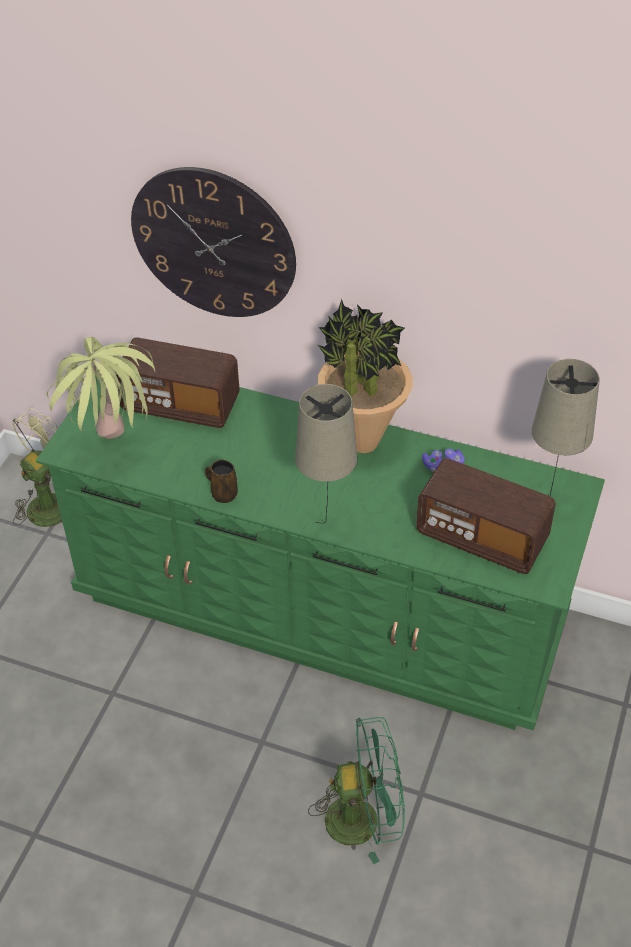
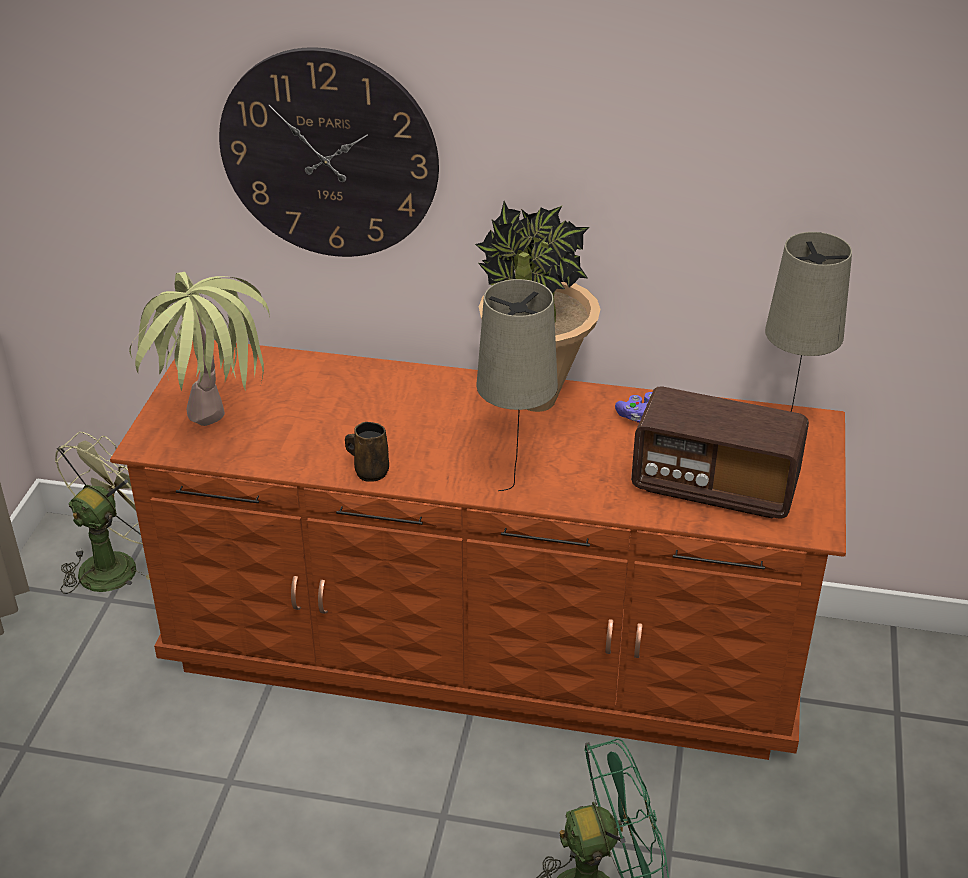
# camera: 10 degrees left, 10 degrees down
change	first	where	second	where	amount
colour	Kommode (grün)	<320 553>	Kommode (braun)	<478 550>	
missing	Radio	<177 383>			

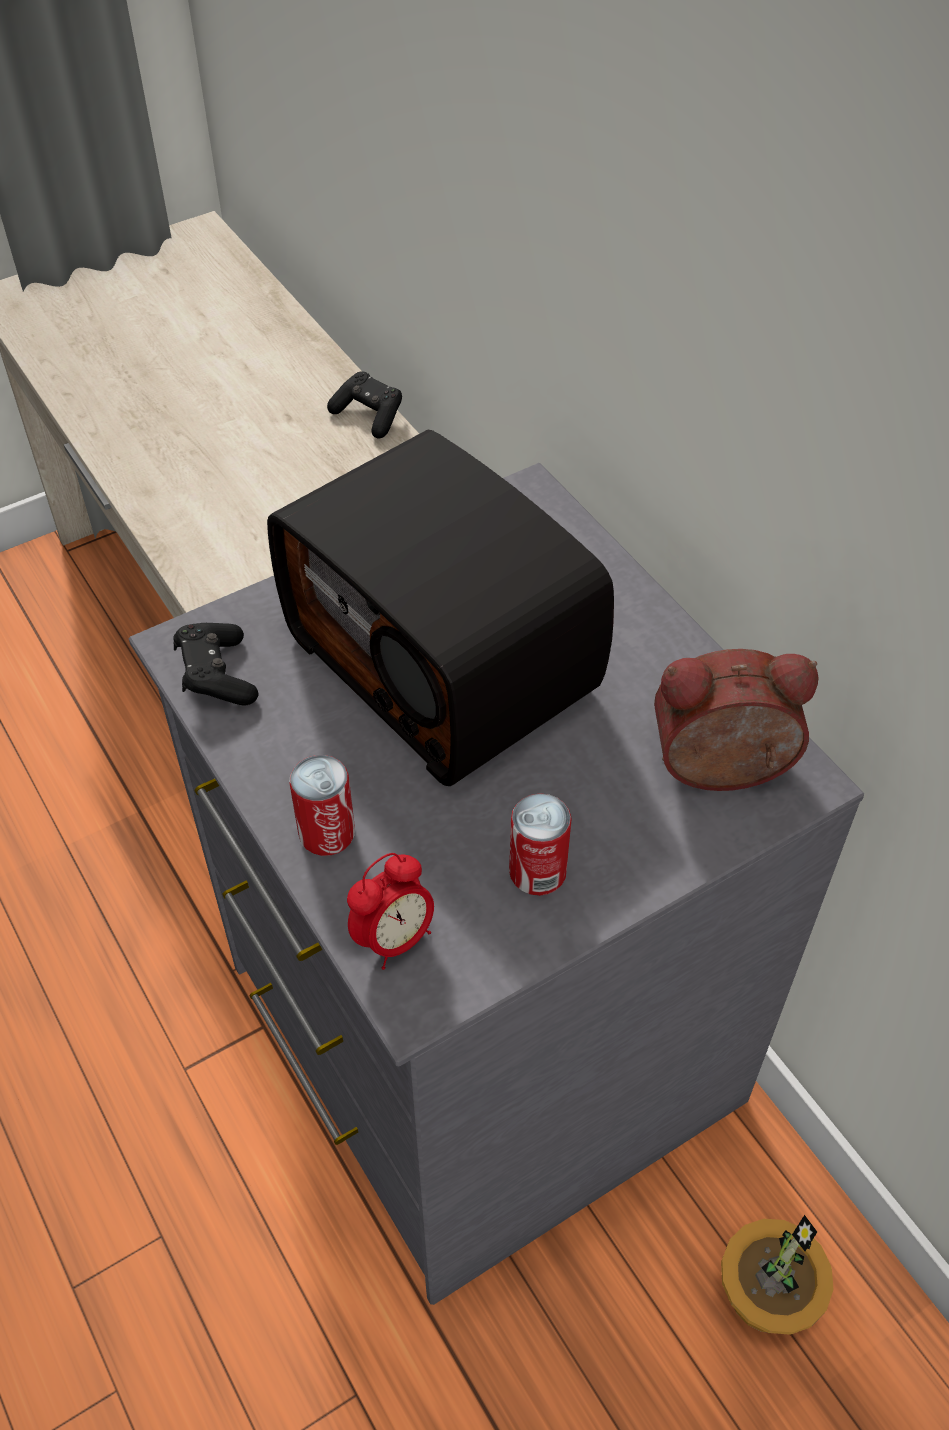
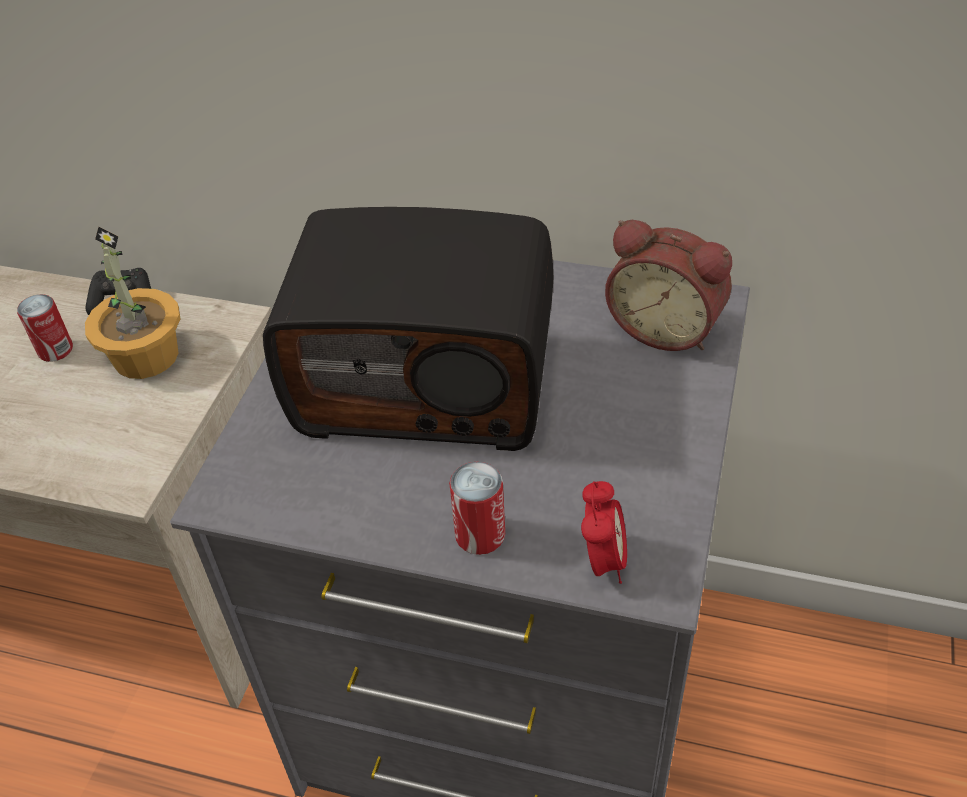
# camera: 40 degrees left, 5 degrees down
change	first	where	second	where	amount
missing	Gamepad (schwarz)	<215 664>			
relocated	Dose	<540 844>		<45 328>	
spun	Wecker	<736 720>		<668 285>	105 degrees counterclockwise
relocated	Topfpflanze	<777 1275>		<133 303>	

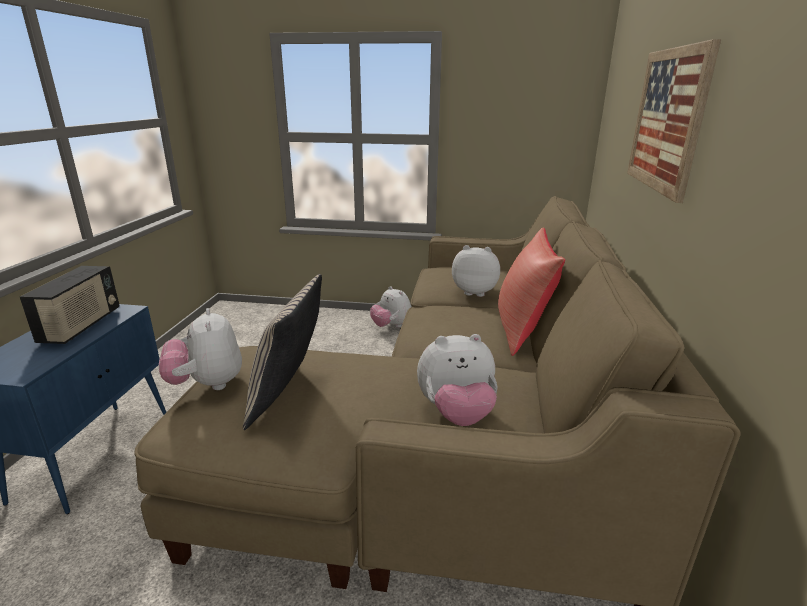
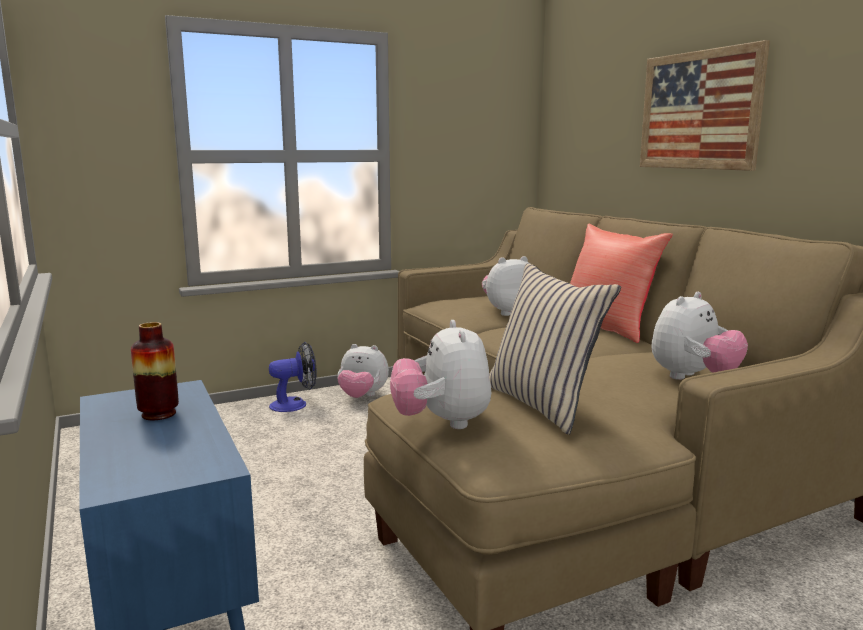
# camera: 35 degrees left, 10 degrees down
change	first	where	second	where	amount
exchanged	Radio	<69 305>	Vase	<155 371>	
spun	Plüschtier	<200 349>		<440 374>	45 degrees clockwise
appeared			Ventilator	<293 377>	

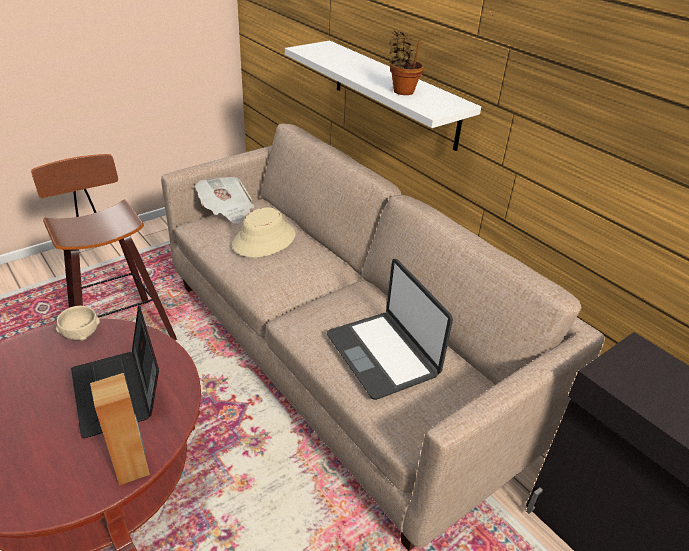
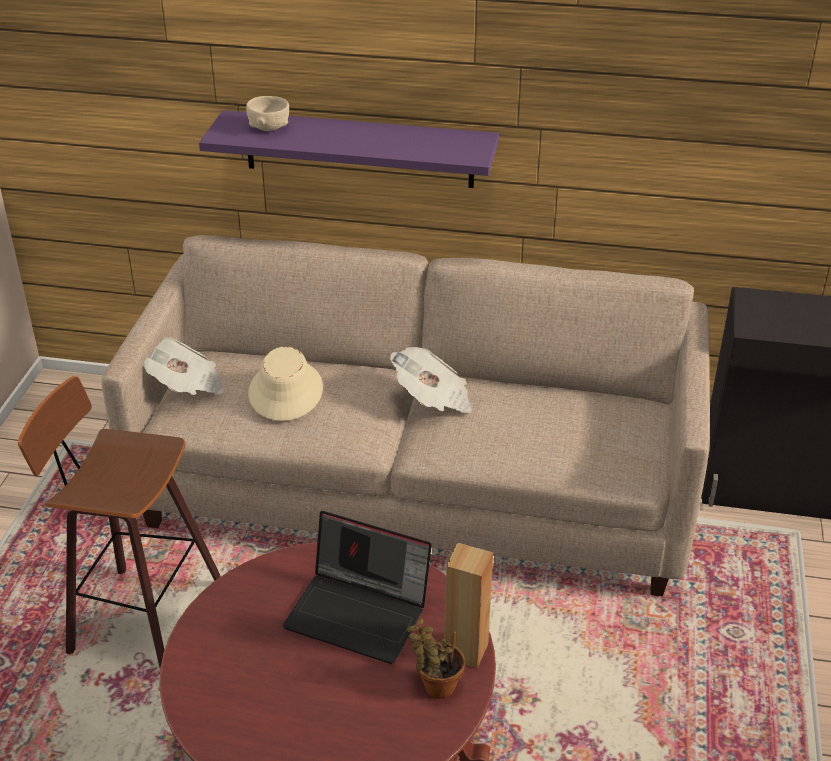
# camera: 40 degrees left, 0 degrees up
change	first	where	second	where	amount
relocated	Schüssel (beige)	<78 323>		<267 113>	
colour	Wandregal (weiß)	<383 96>	Wandregal (lila)	<349 149>	
missing	Laptop	<390 329>			
relocated	Topfpflanze	<406 62>		<436 658>	
appeared			Zeitung	<431 380>	

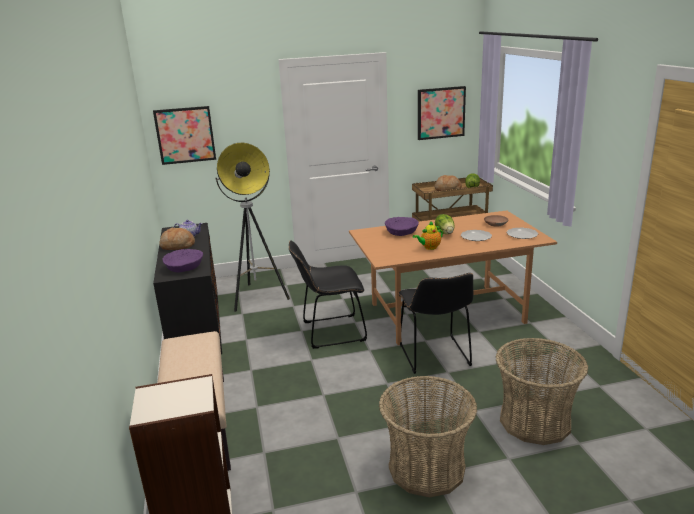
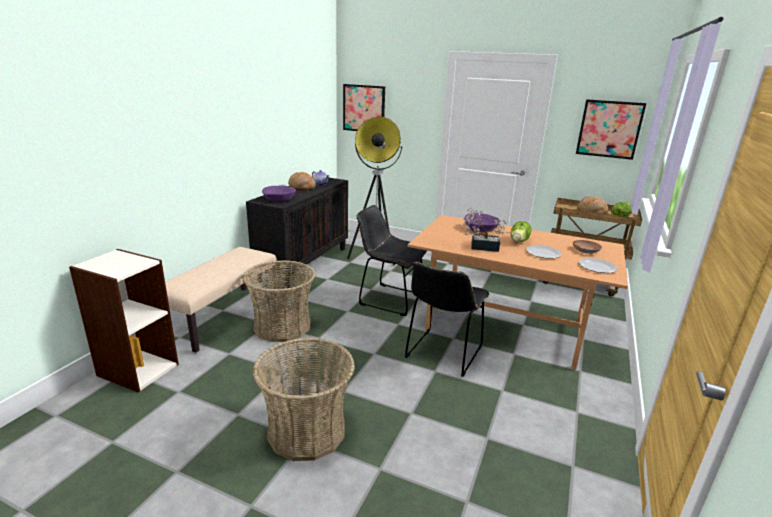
# camera: 35 degrees right, 0 degrees up
change	first	where	second	where	amount
exchanged	Teekanne	<428 235>	Topfpflanze	<485 229>	
relocated	Korb	<541 391>		<279 301>	

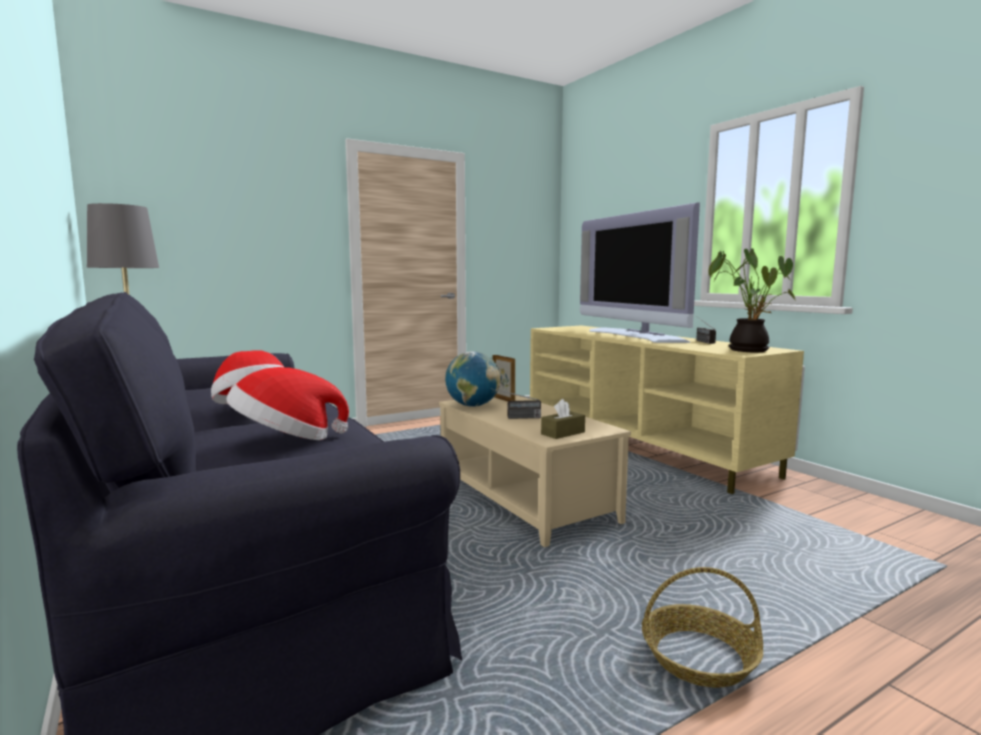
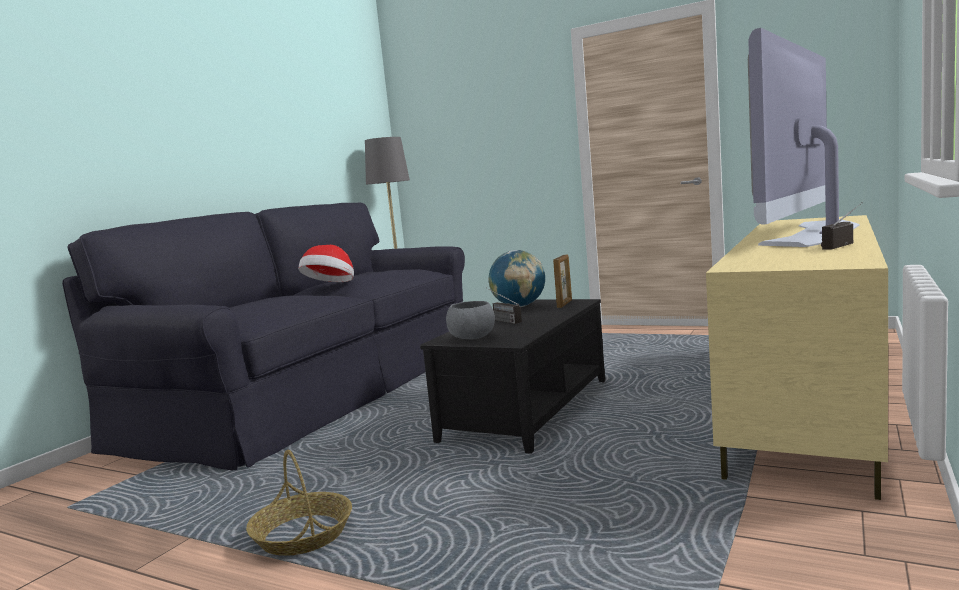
# camera: 60 degrees right, 0 degrees up
change	first	where	second	where	amount
missing	Hut	<287 403>			
colour	Couchtisch (beige)	<535 471>	Couchtisch (schwarz)	<512 376>	
exchanged	Taschentuchbox (braun)	<563 419>	Schüssel (grau)	<470 320>	
missing	Topfpflanze	<752 300>			

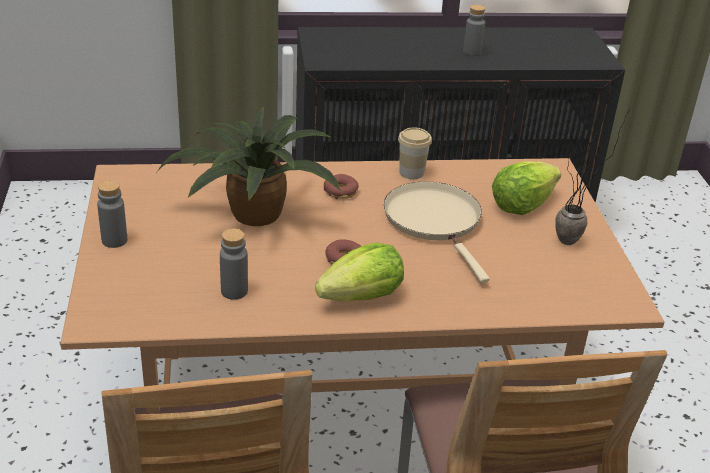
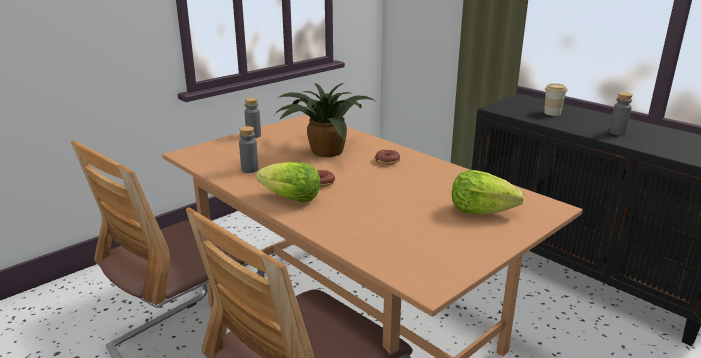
# camera: 55 degrees right, 10 degrees down
change	first	where	second	where	amount
missing	Pfanne (beige)	<437 232>			
relocated	Tasse	<415 153>		<555 99>	
missing	Topfpflanze	<592 158>			

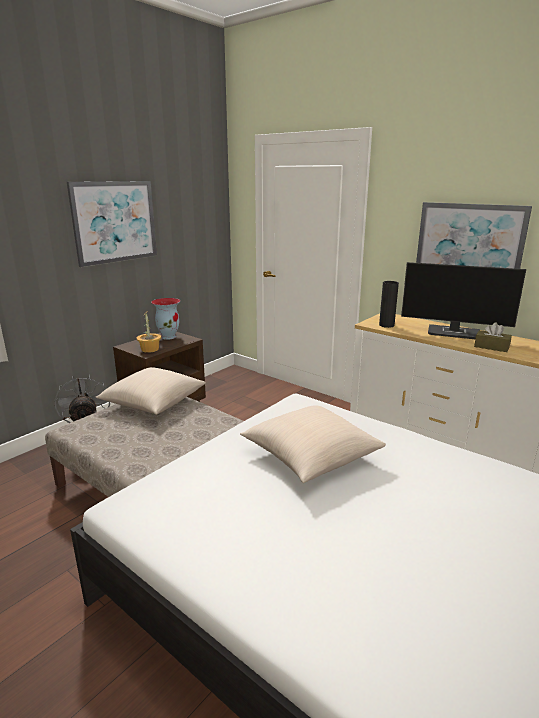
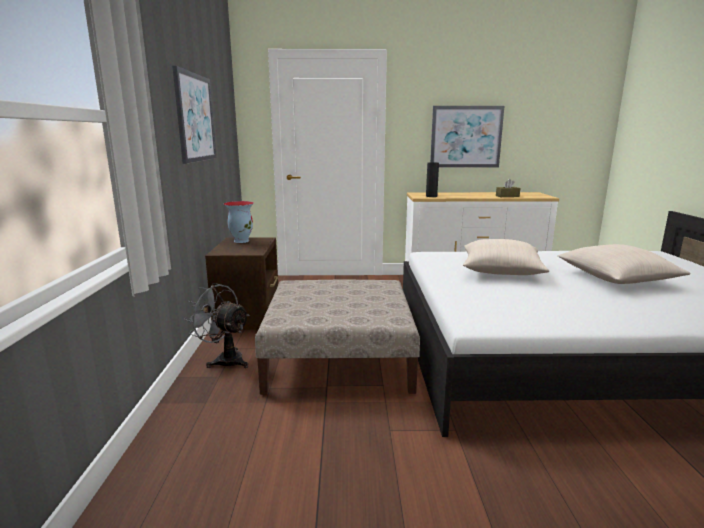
# camera: 40 degrees left, 5 degrees down
change	first	where	second	where	amount
relocated	Kissen (beige)	<151 391>		<624 264>	
missing	Topfpflanze	<149 332>			
missing	Monitor	<463 300>			

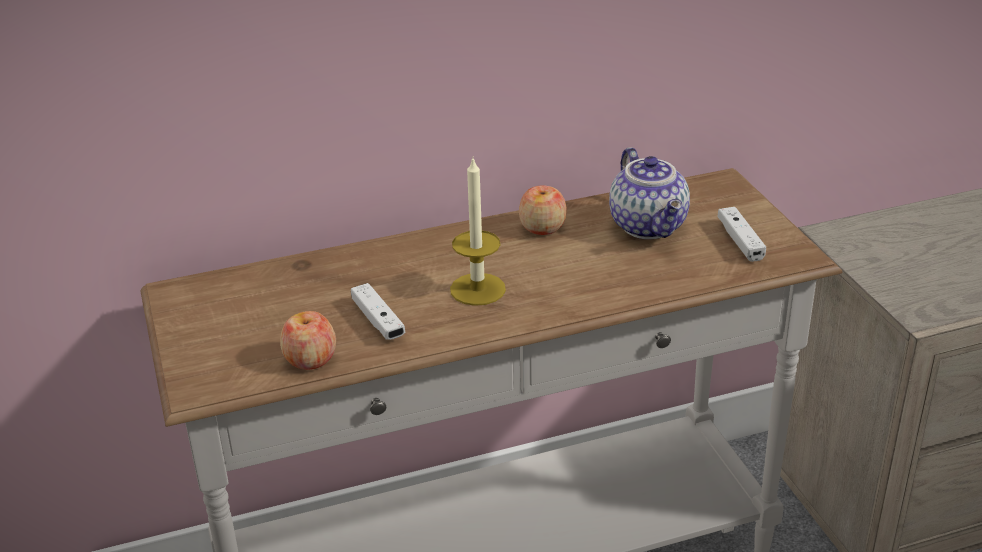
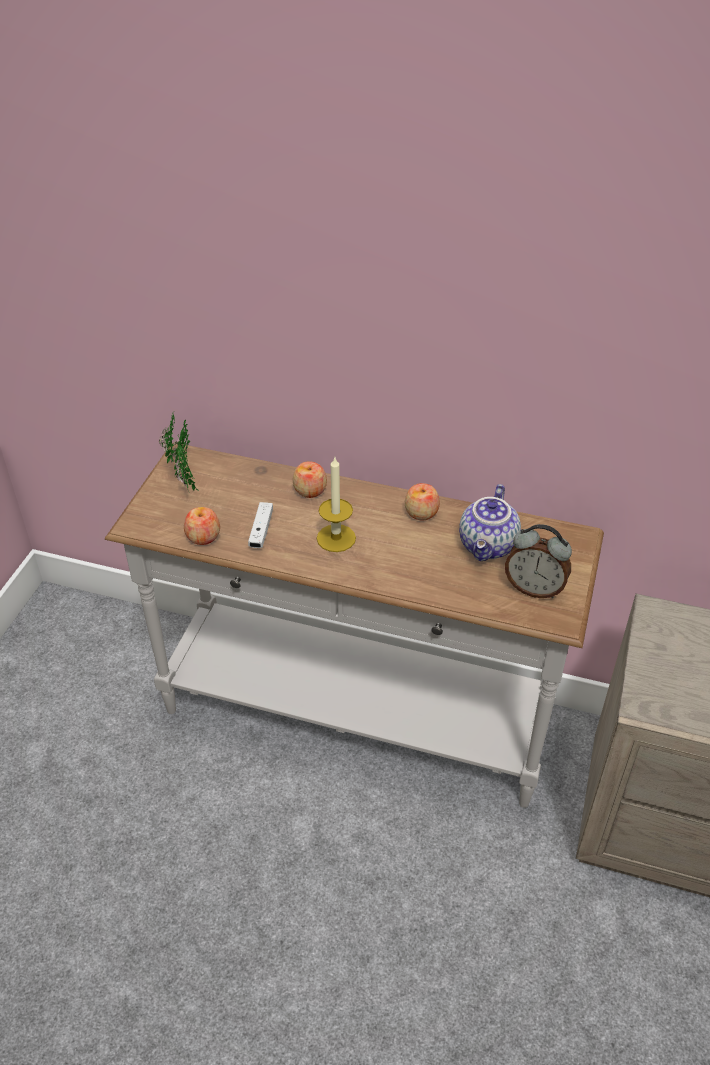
# camera: 35 degrees right, 10 degrees up
change	first	where	second	where	amount
exchanged	Gamepad (weiß)	<741 234>	Wecker	<538 561>	
appeared			Topfpflanze	<179 453>	
appeared			Apfel	<310 480>	

